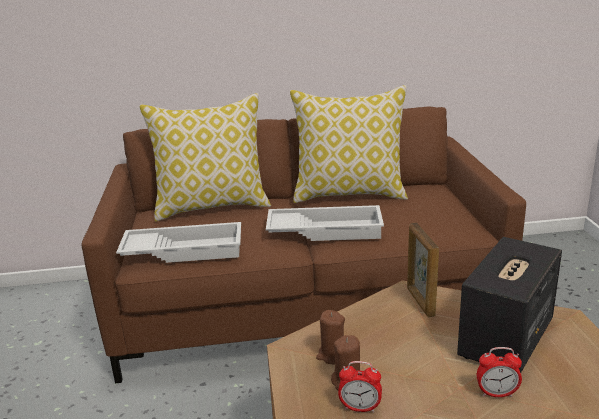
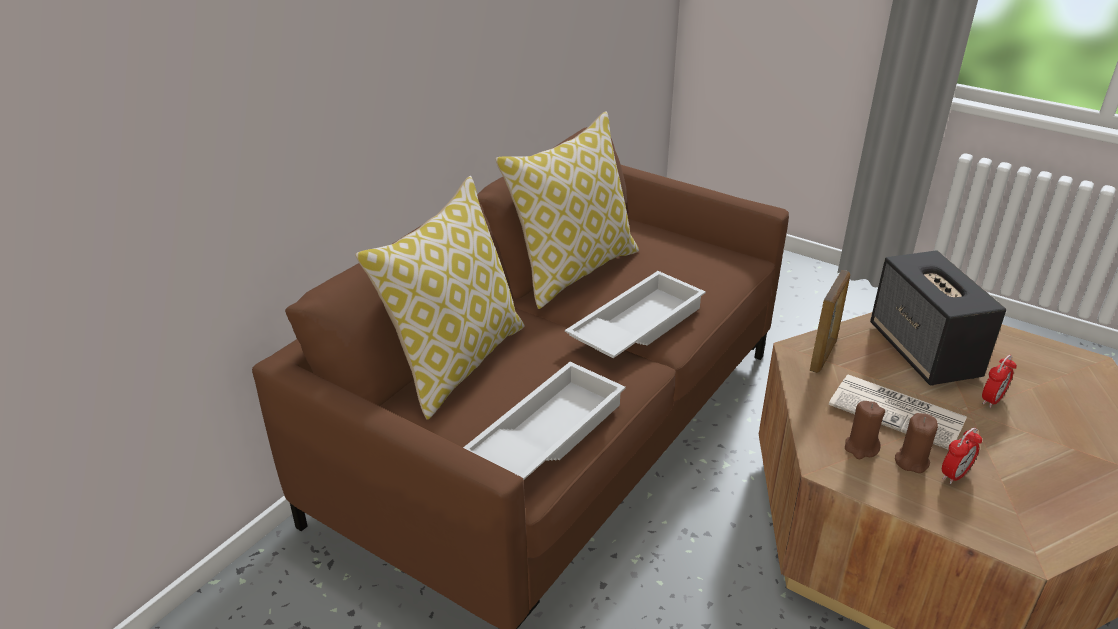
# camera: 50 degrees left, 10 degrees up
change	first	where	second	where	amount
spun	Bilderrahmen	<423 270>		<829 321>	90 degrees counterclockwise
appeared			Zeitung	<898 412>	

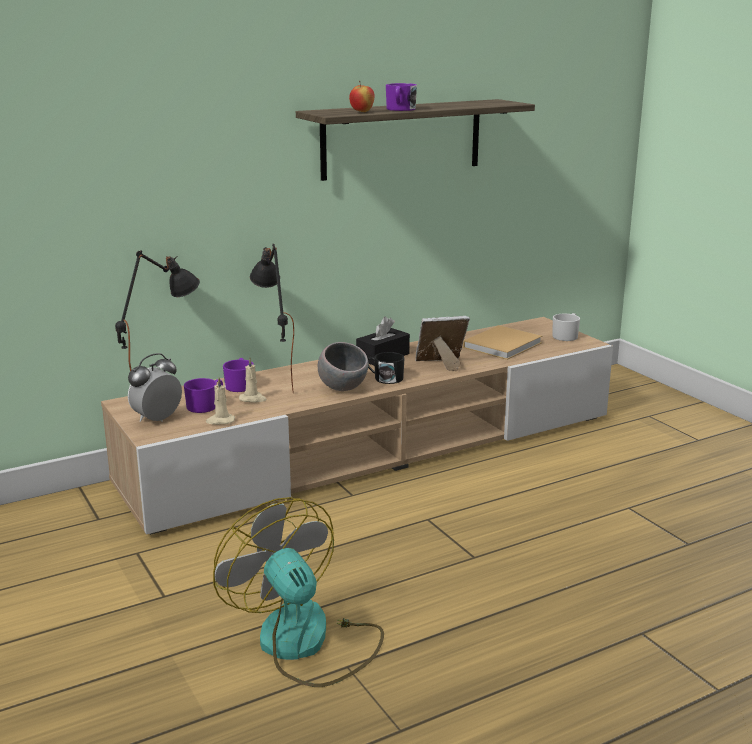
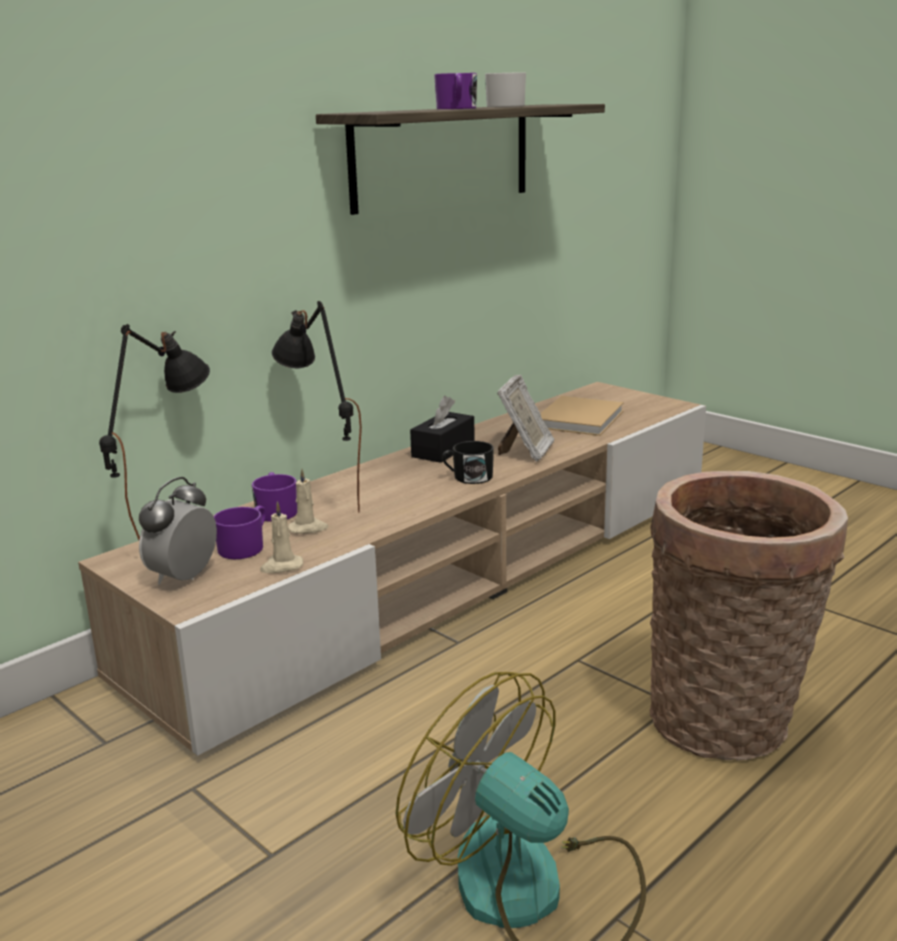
# camera: 15 degrees left, 0 degrees up
change	first	where	second	where	amount
missing	Schüssel (grau)	<343 366>			
missing	Apfel	<361 96>			
spun	Bilderrahmen	<442 343>		<525 418>	135 degrees clockwise
relocated	Henkelbecher (weiß)	<566 327>		<505 89>	
appeared			Korb	<749 616>	

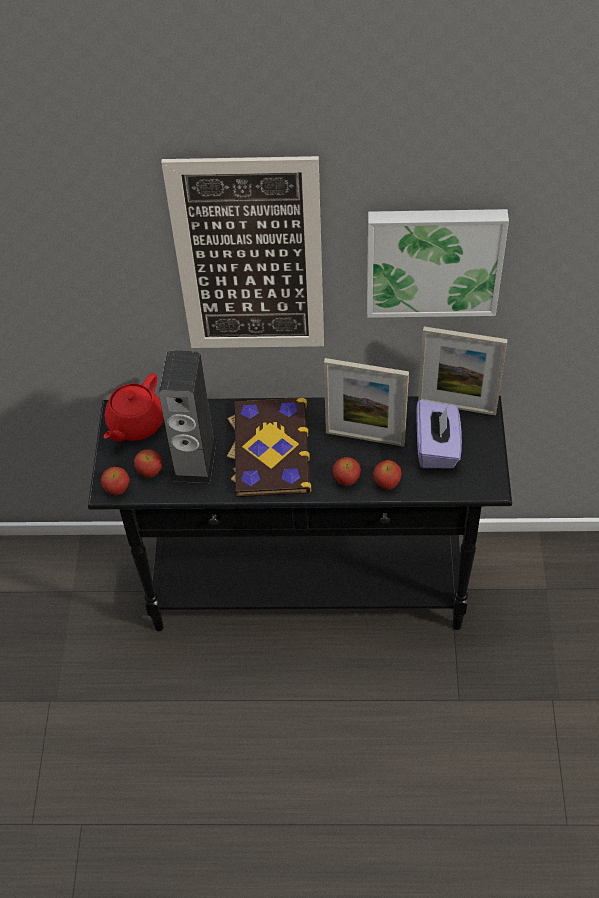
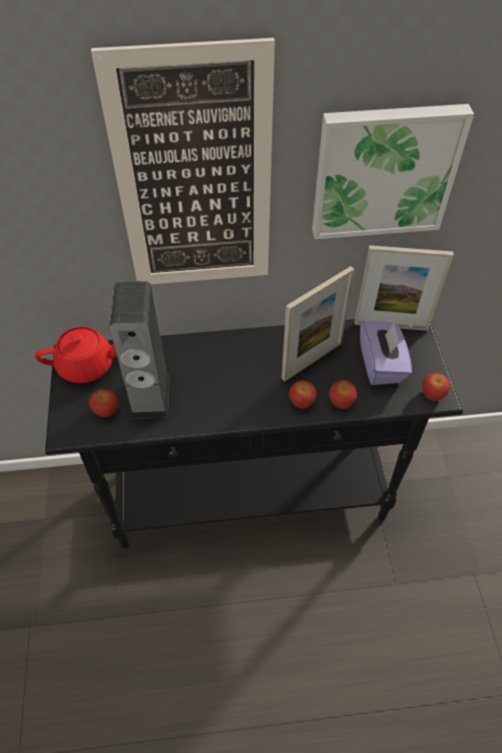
# camera: 10 degrees left, 0 degrees up
change	first	where	second	where	amount
relocated	Apfel	<115 481>		<436 387>	
spun	Teekanne (rot)	<134 407>		<76 354>	120 degrees counterclockwise
missing	Buch	<269 447>			
spun	Bilderrahmen	<366 402>		<318 324>	45 degrees counterclockwise

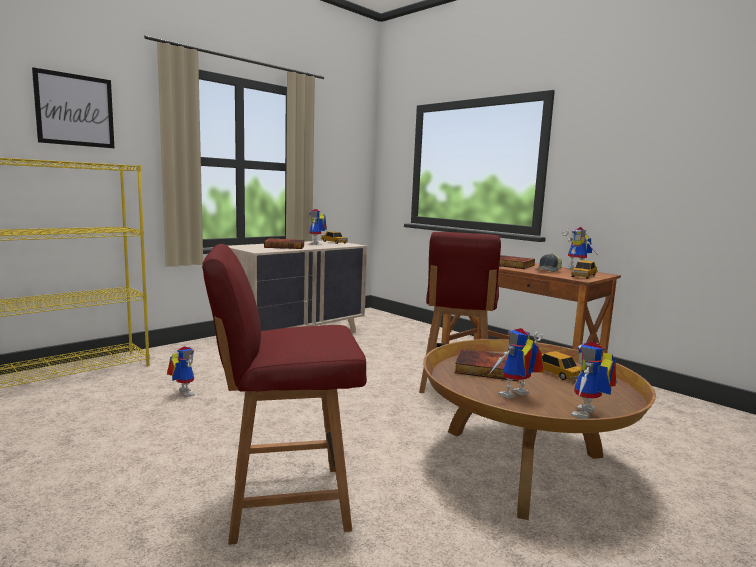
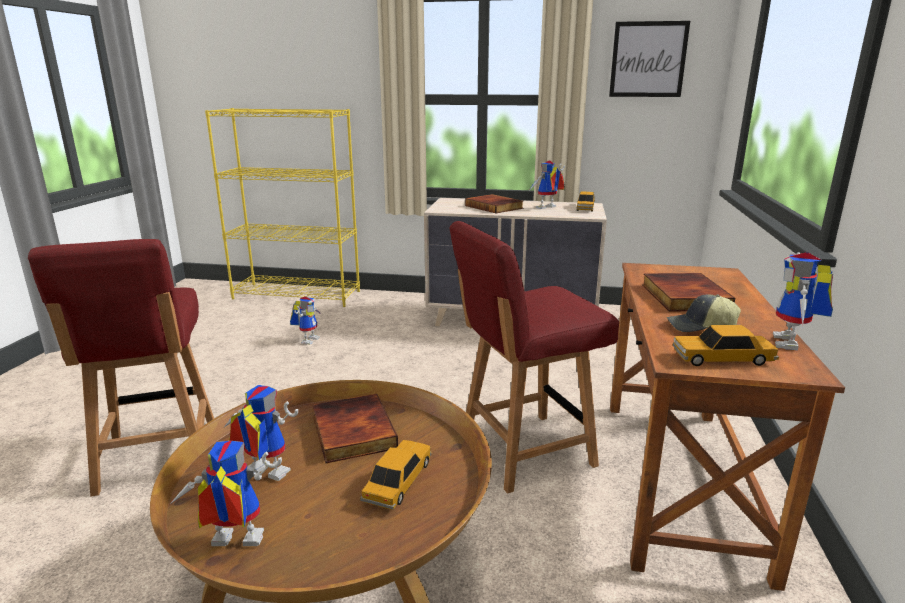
# camera: 55 degrees right, 10 degrees up
change	first	where	second	where	amount
relocated	Bild	<73 107>		<649 59>	
spun	Stuhl (rot)	<284 394>		<121 368>	150 degrees counterclockwise

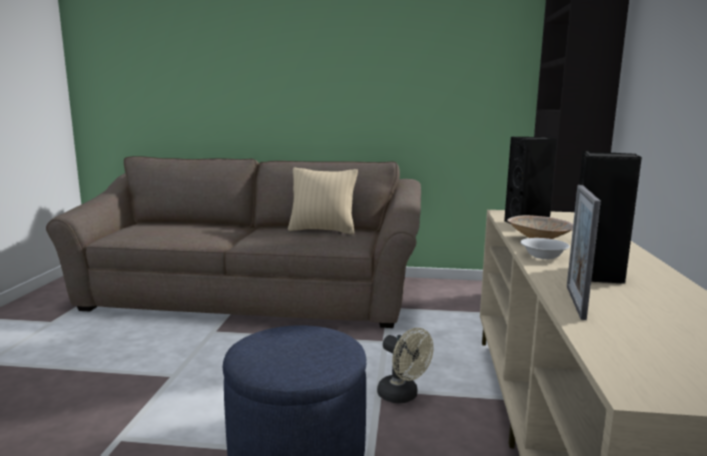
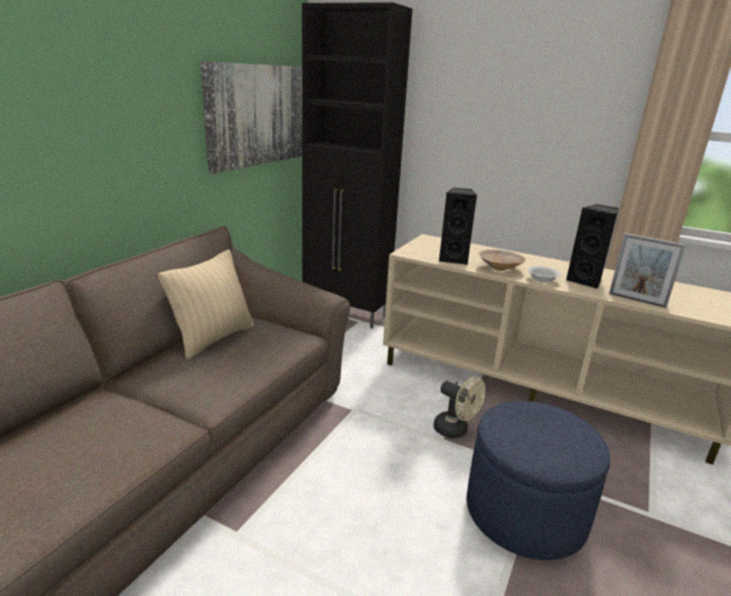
# camera: 70 degrees left, 10 degrees up
change	first	where	second	where	amount
spun	Ventilator (beige)	<405 365>		<459 407>	60 degrees clockwise
appeared			Bild	<251 117>	

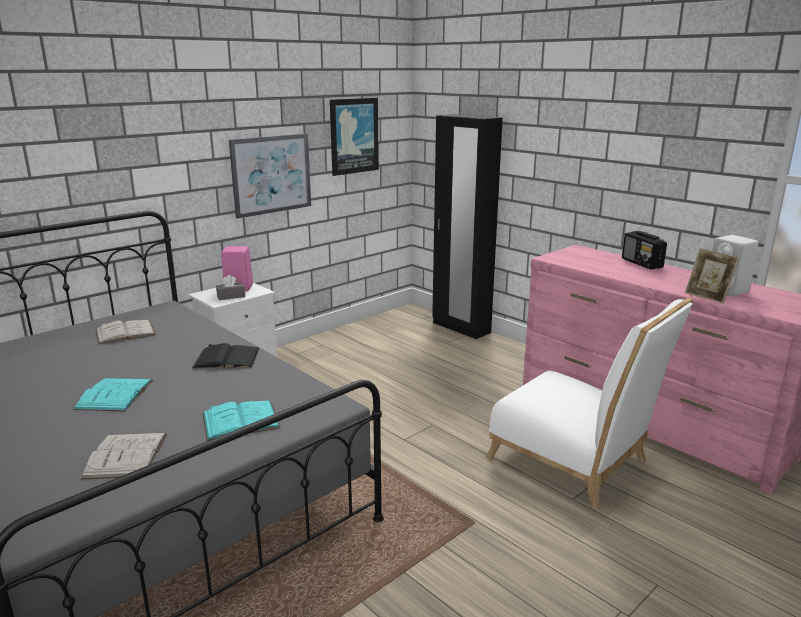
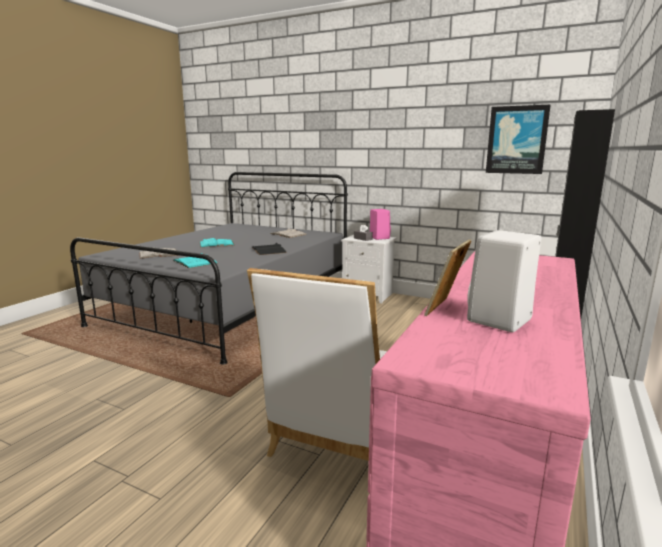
# camera: 70 degrees right, 5 degrees down
change	first	where	second	where	amount
missing	Bild	<270 176>			
missing	Radio	<644 250>			

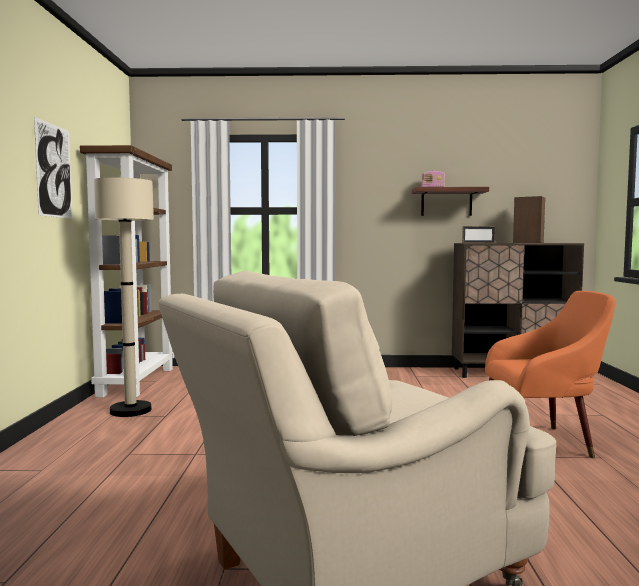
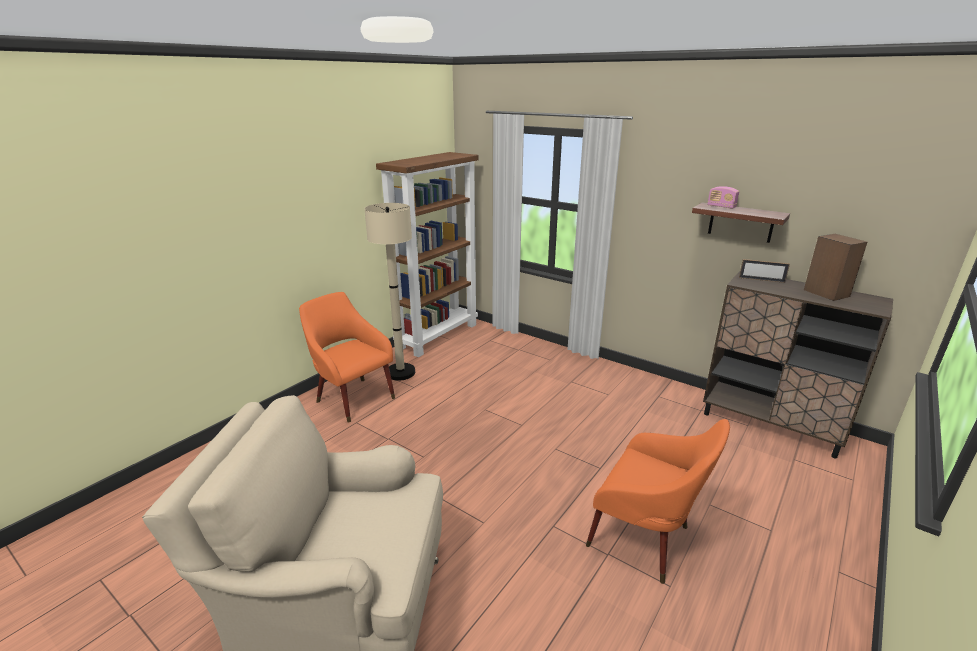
# camera: 35 degrees right, 20 degrees up
change	first	where	second	where	amount
missing	Bild	<53 168>			
appeared			Sessel (orange)	<347 357>	

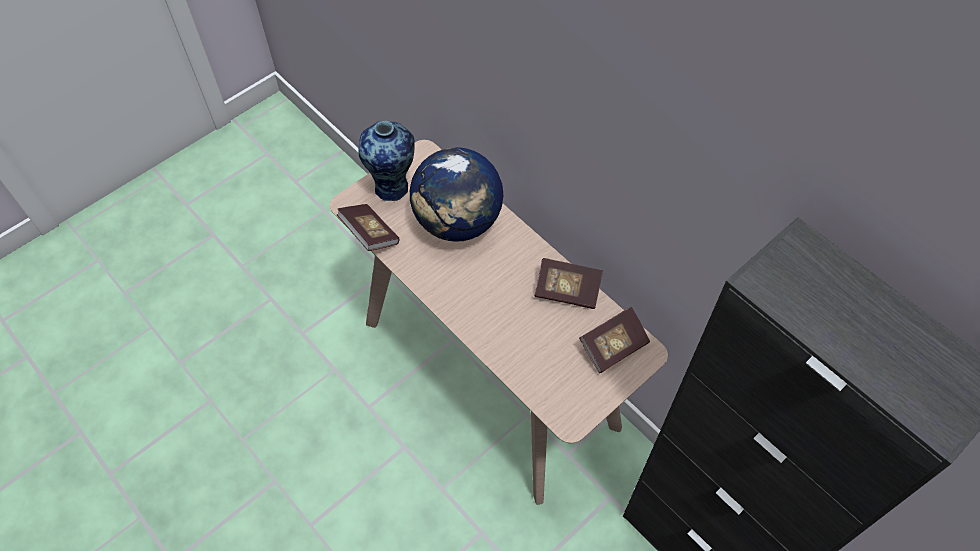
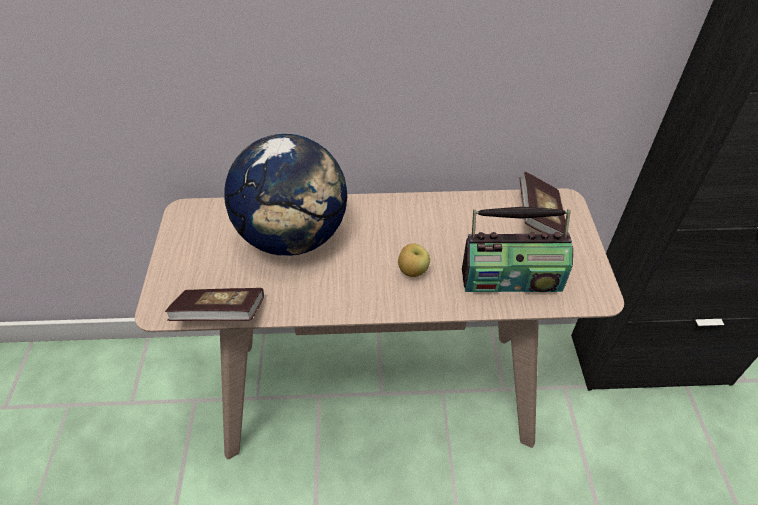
# camera: 50 degrees left, 10 degrees down
change	first	where	second	where	amount
missing	Vase	<386 161>			
missing	Buch	<569 283>			
appeared			Apfel	<414 260>	
appeared			Radio	<517 249>	

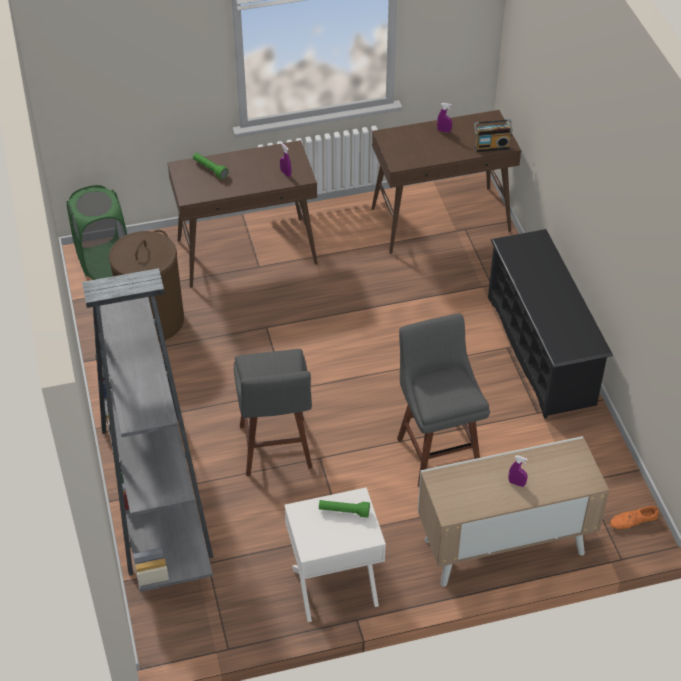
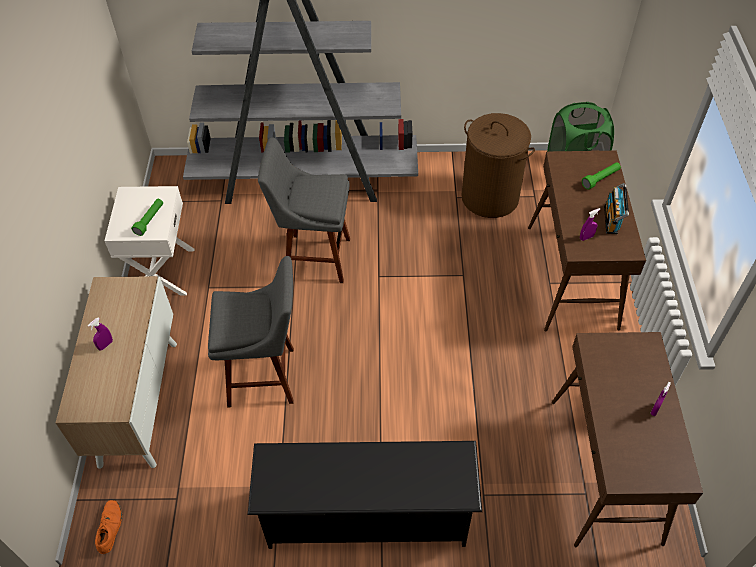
# camera: 105 degrees right, 5 degrees up
change	first	where	second	where	amount
relocated	Radio	<493 135>		<616 208>	

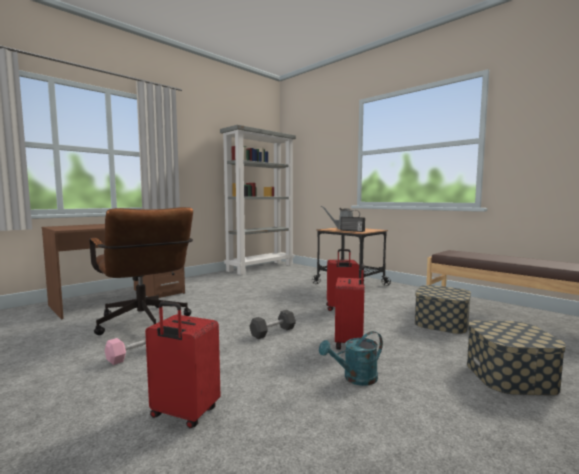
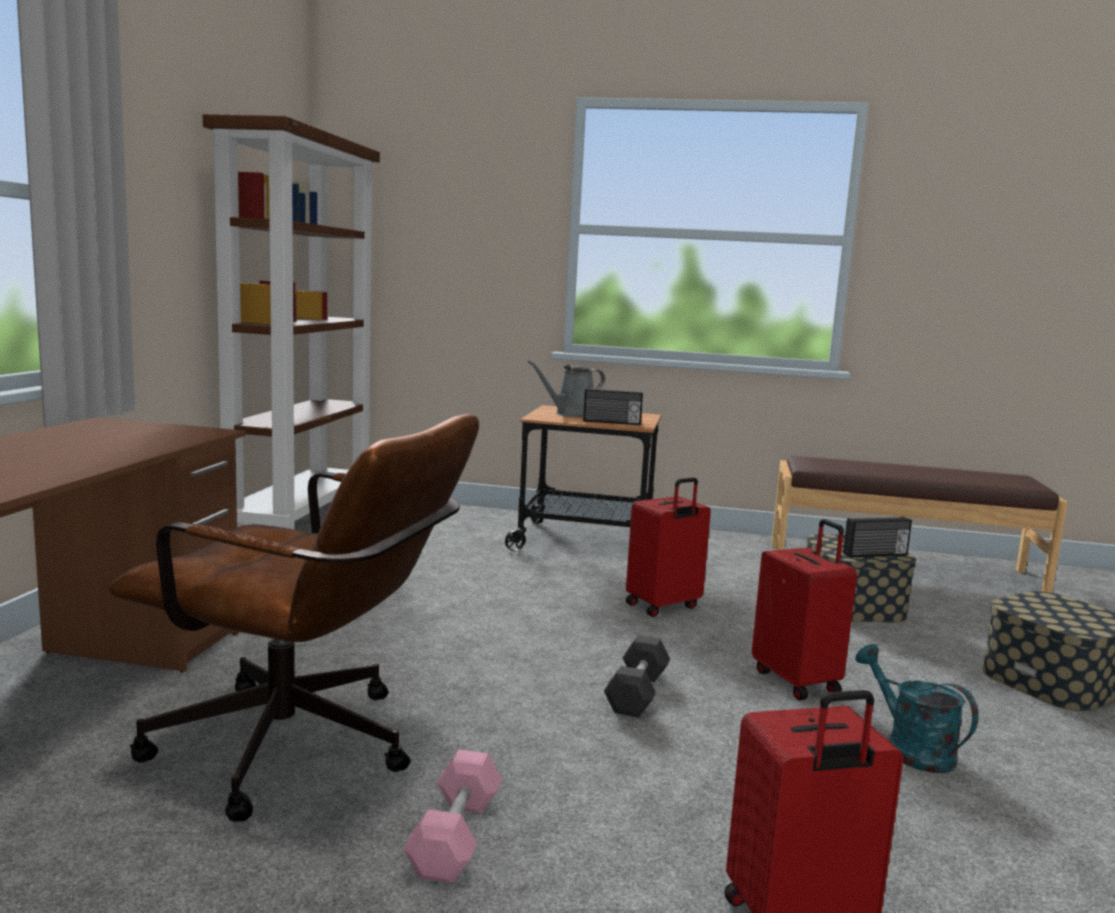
# camera: 35 degrees left, 5 degrees up
change	first	where	second	where	amount
colour	Bücherregal (grau)	<258 200>	Bücherregal (braun)	<291 322>	
spun	Gießkanne (türkis)	<351 358>		<917 708>	120 degrees clockwise
appeared			Radio	<877 537>	

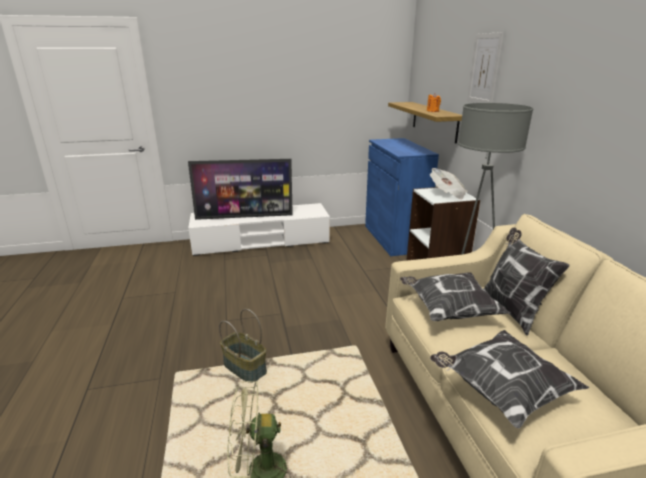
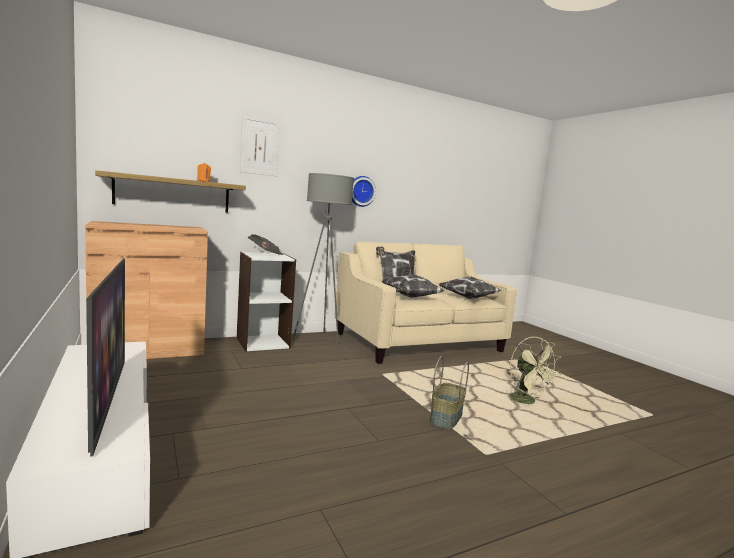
# camera: 105 degrees left, 15 degrees down
change	first	where	second	where	amount
colour	Schrank (blau)	<402 197>	Schrank (braun)	<146 290>	
appeared			Wanduhr	<364 191>	

